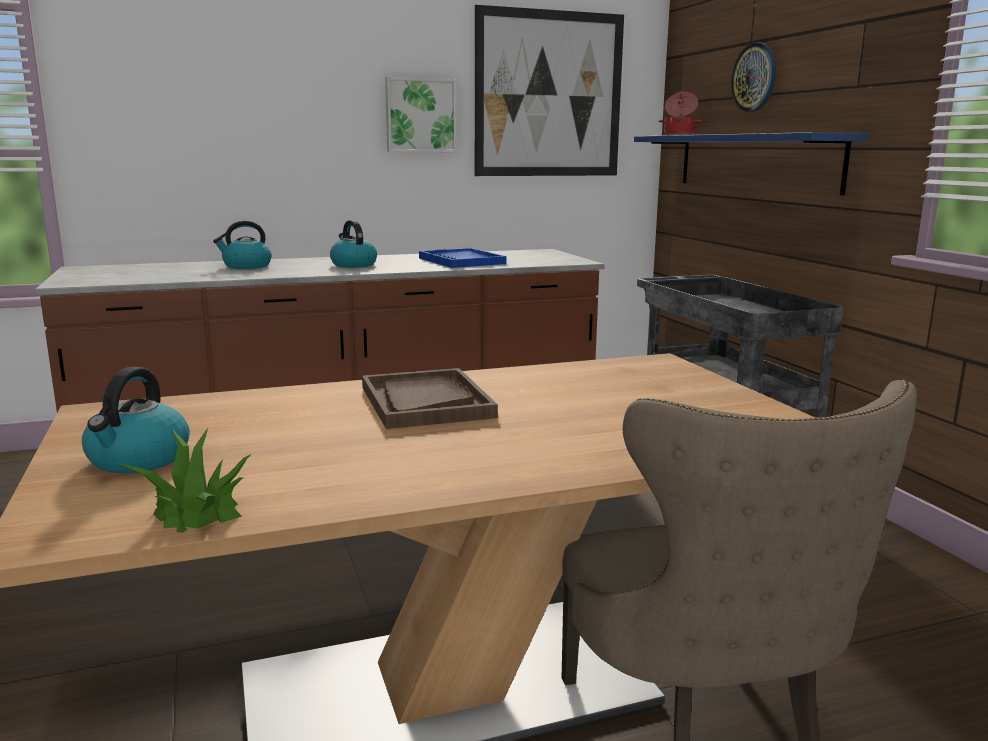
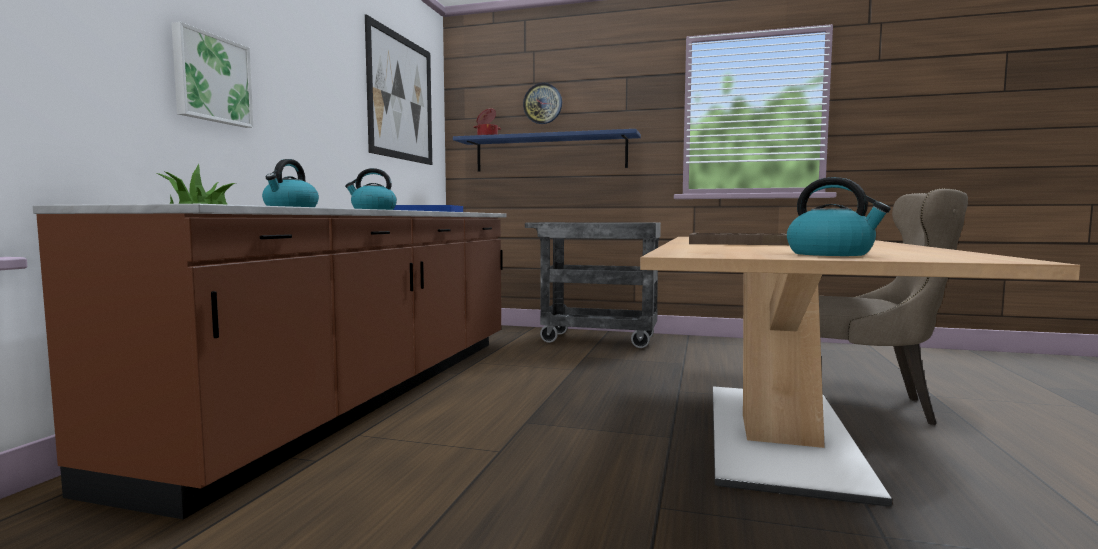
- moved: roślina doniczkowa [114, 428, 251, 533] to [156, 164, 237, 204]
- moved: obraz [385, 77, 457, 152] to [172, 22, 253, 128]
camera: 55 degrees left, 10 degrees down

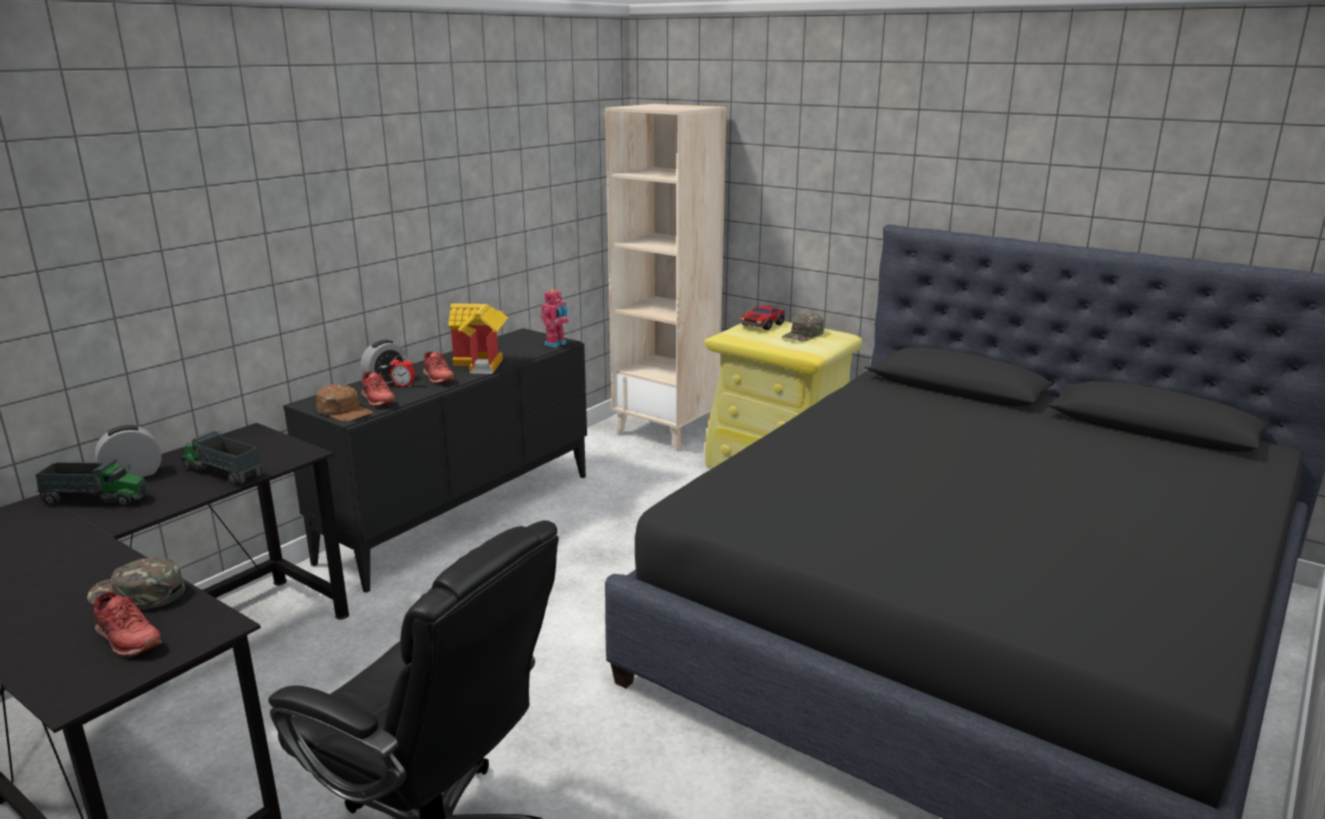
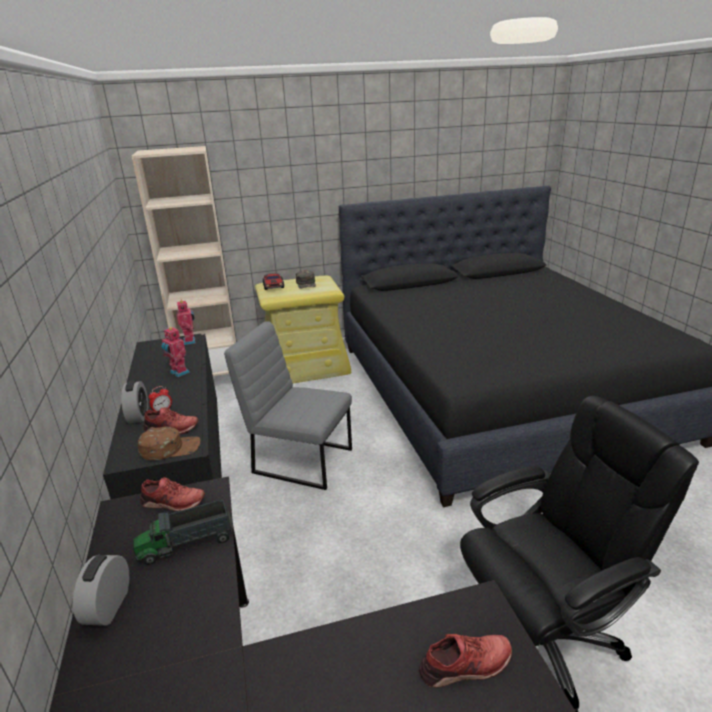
- removed: ciężarówka zabawkowa [36, 459, 149, 507]
- removed: czapka z daszkiem [zielony] [87, 557, 185, 610]
- added: krzesło [szary] [224, 321, 352, 490]
- moved: but [czerwony] [423, 352, 455, 385] to [140, 477, 205, 512]
- replaced: domek [448, 303, 508, 374] to robot zabawkowy [161, 327, 189, 377]
camera: 50 degrees left, 5 degrees up

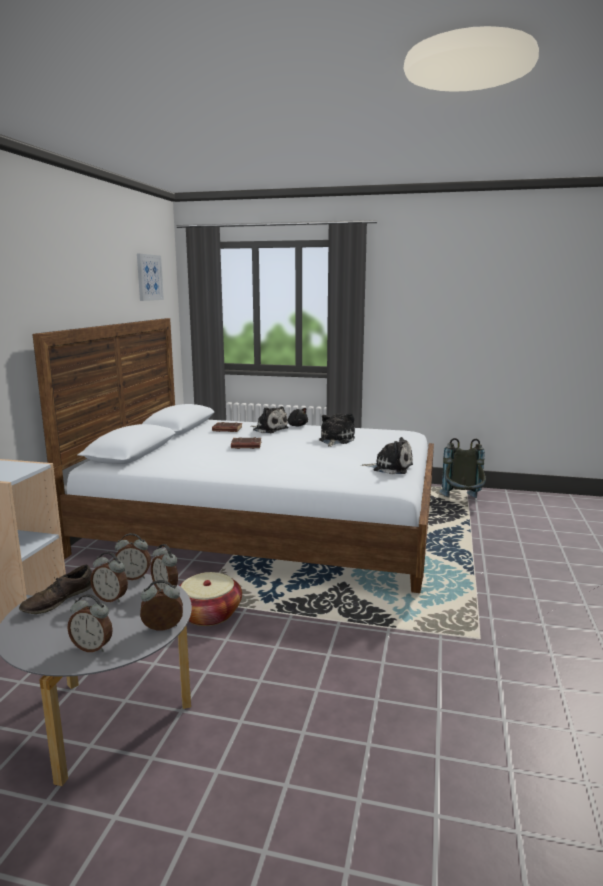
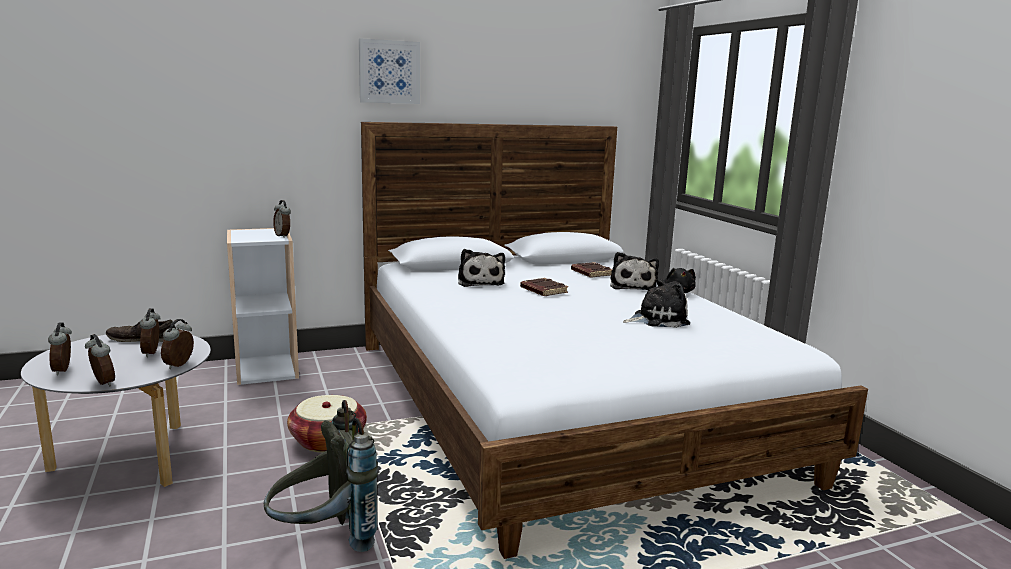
- moved: budzik [114, 533, 151, 580] to [273, 200, 291, 238]
- moved: obraz [137, 254, 164, 301] to [359, 38, 420, 104]
- moved: pluszak [361, 437, 413, 474] to [458, 249, 505, 287]
- moved: plecak [szary] [439, 438, 486, 498] to [264, 400, 378, 552]
camera: 55 degrees right, 0 degrees up

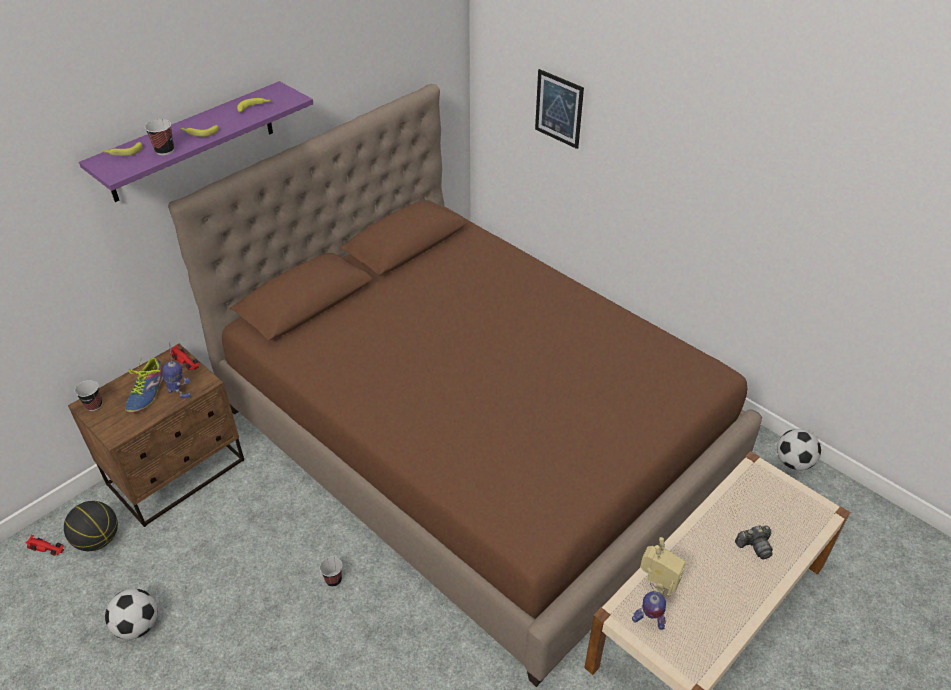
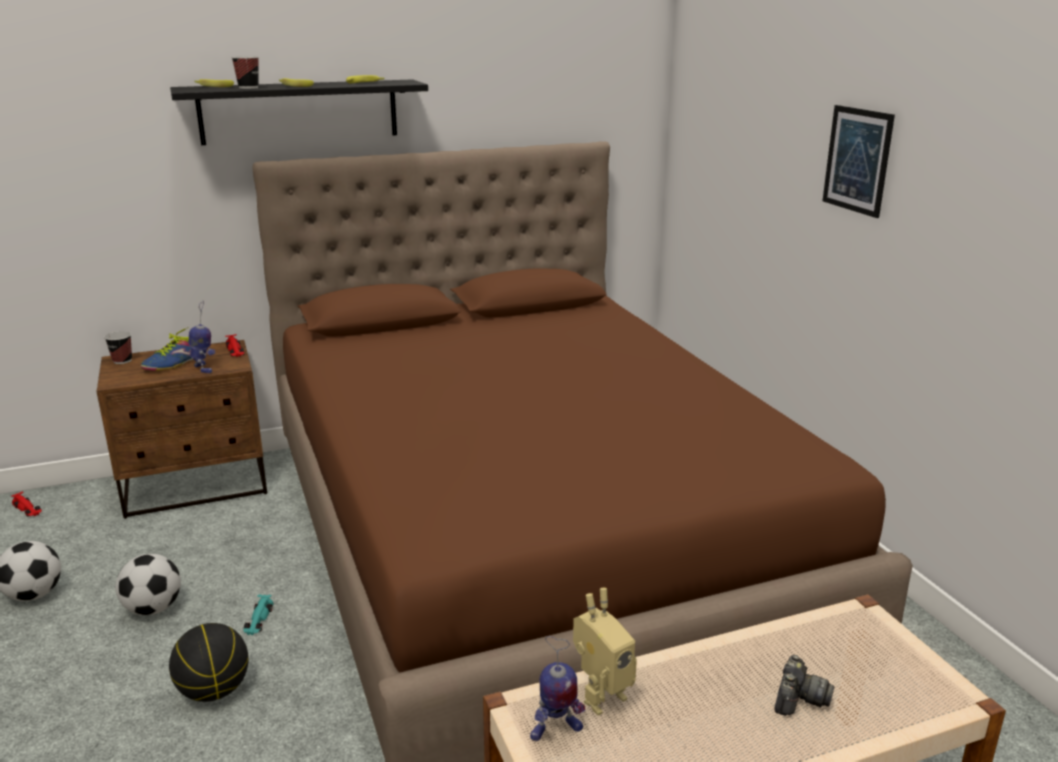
- moved: piłka do koszykówki [64, 501, 118, 551] to [169, 623, 249, 702]
- moved: obraz [535, 69, 584, 149] to [823, 105, 895, 218]
- moved: piłka futbolowa [777, 429, 821, 470] to [115, 554, 181, 615]
- replaced: filiżanka [320, 557, 342, 587] to samochodzik [turkusowy] [243, 594, 274, 635]
- recoloured: półka [fioletowy] [79, 81, 313, 202] to półka [czarny] [170, 79, 428, 145]
- turned: robot zabawkowy [632, 583, 666, 630] = [530, 636, 585, 741] 60 degrees counterclockwise
- turned: aparat fotograficzny [735, 525, 773, 559] = [775, 655, 834, 716] 75 degrees counterclockwise
camera: 25 degrees right, 20 degrees down

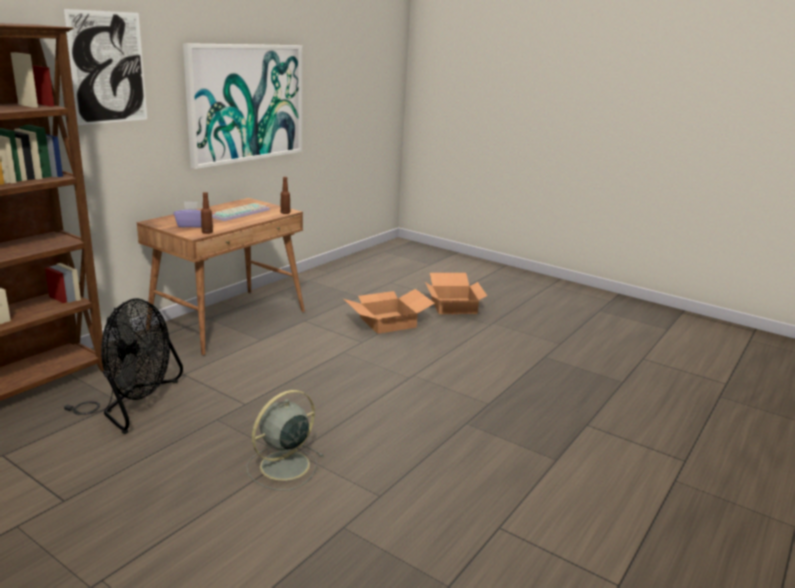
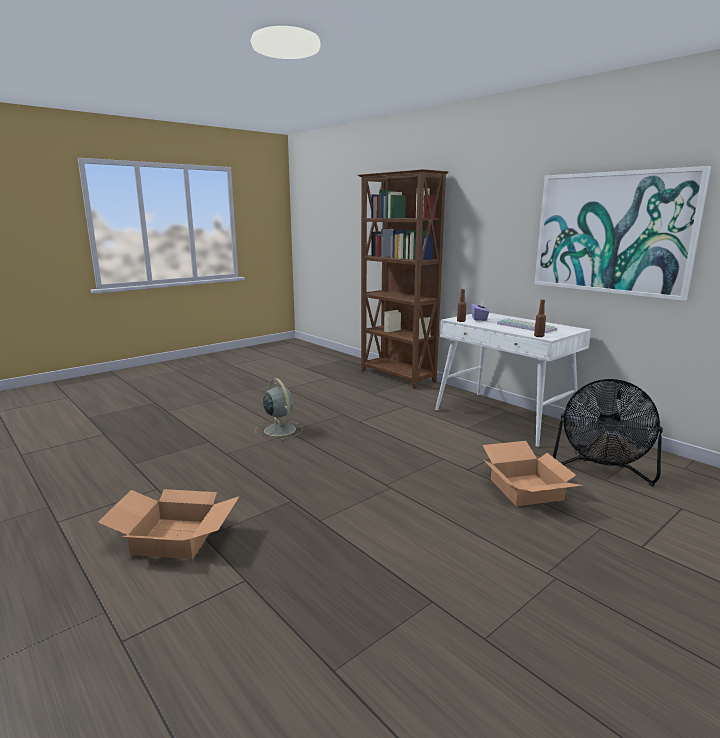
- removed: obraz [64, 9, 147, 125]
- moved: wentylator [czarny] [64, 298, 183, 434] to [553, 379, 663, 487]
- moved: karton [425, 273, 487, 314] to [98, 489, 240, 559]
- recoloured: biurko [brązowy] [137, 198, 305, 356] to biurko [biały] [435, 313, 591, 447]
camera: 105 degrees right, 5 degrees down

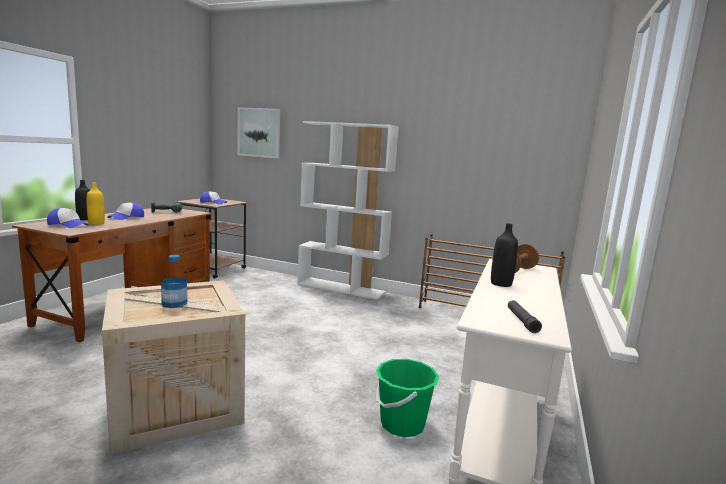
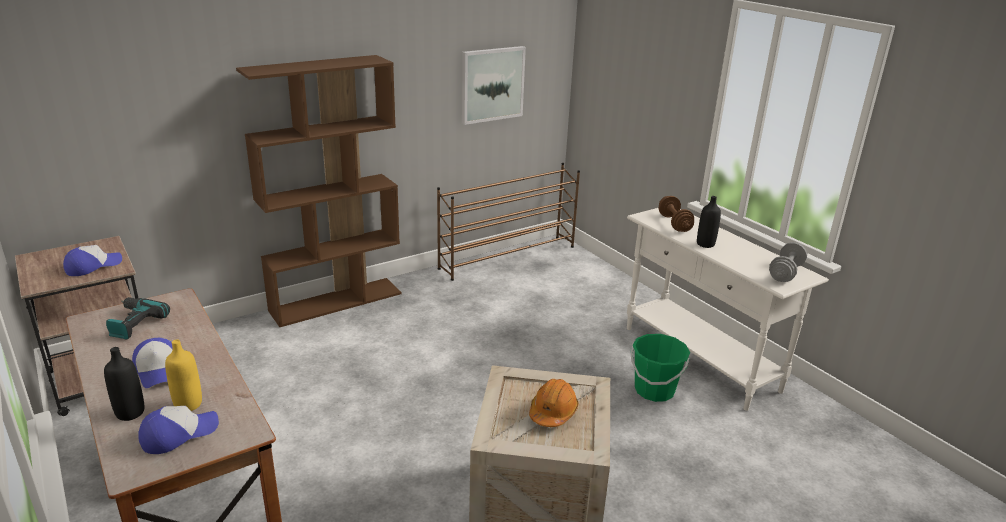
- moved: obraz [238, 107, 280, 158] to [462, 46, 526, 125]
- replaced: butelka [161, 255, 187, 308] to kask [pomarańczowy] [529, 379, 578, 427]
- replaced: latarka [czarny] [508, 300, 542, 333] to hantel [szary] [769, 242, 807, 282]
- recoloured: regał [biały] [297, 121, 399, 300] to regał [brązowy] [236, 55, 401, 327]
camera: 55 degrees left, 15 degrees up

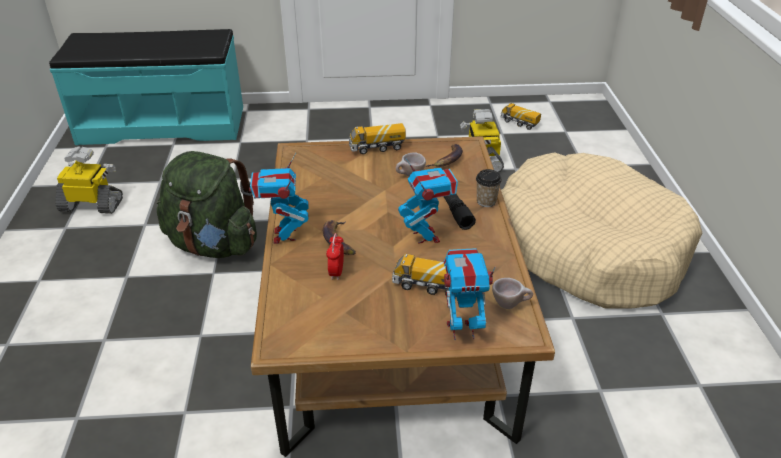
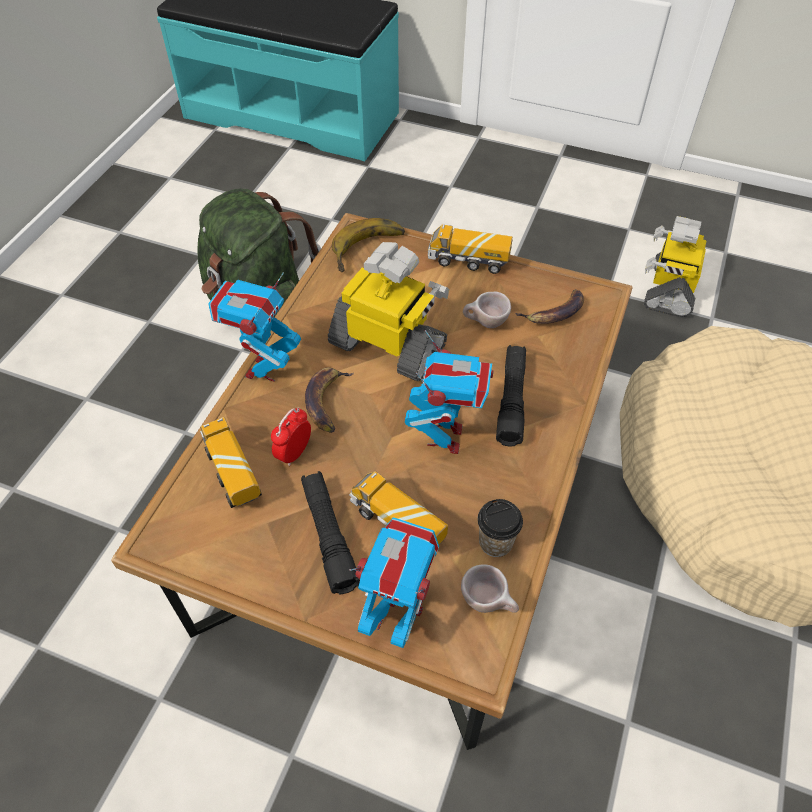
- added: latarka [czarny] [301, 471, 360, 594]
- added: banan [332, 218, 405, 272]
- moved: robot zabawkowy [56, 146, 123, 214] to [328, 242, 449, 381]
- moved: filiżanka [476, 169, 502, 207] to [477, 499, 523, 557]
- moved: ciężarówka zabawkowa [500, 103, 541, 130] to [200, 417, 262, 508]
camera: 25 degrees right, 15 degrees up

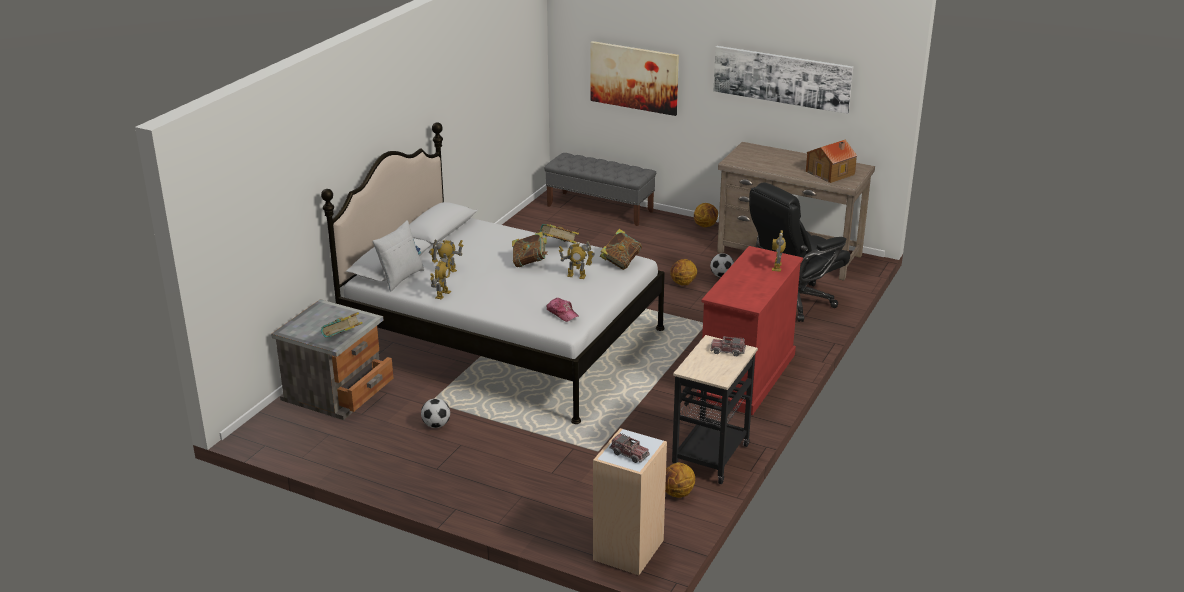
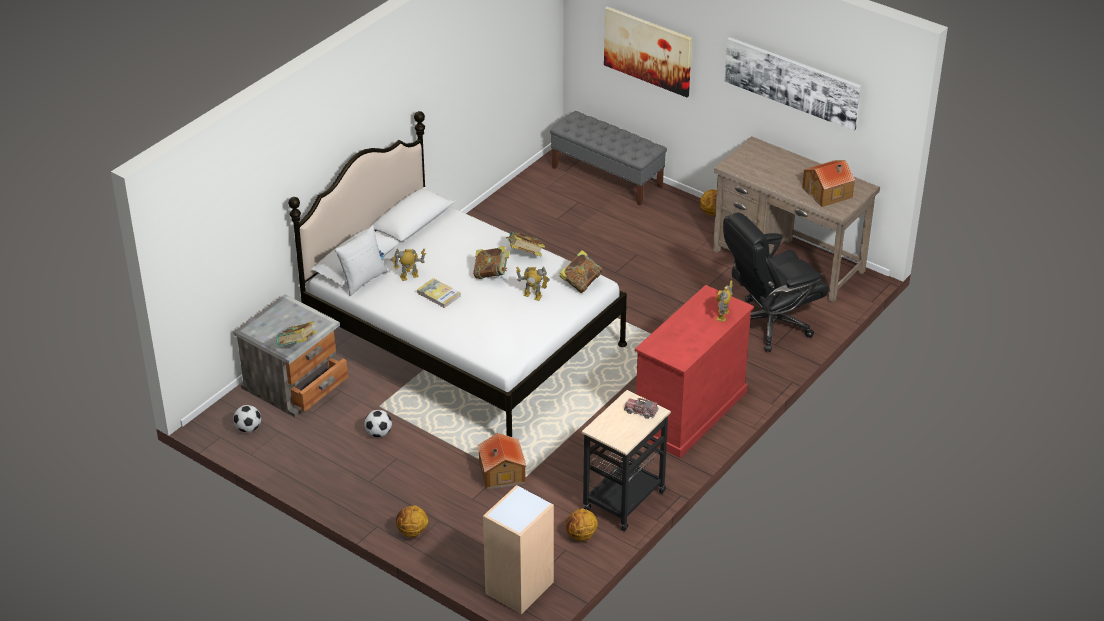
- removed: robot zabawkowy [430, 253, 451, 299]
- removed: czapka z daszkiem [547, 298, 580, 322]
- removed: ciężarówka zabawkowa [609, 433, 650, 463]
- added: książka [417, 278, 461, 308]
- added: domek [477, 433, 526, 490]
- moved: piłka do koszykówki [670, 259, 697, 285] to [396, 506, 428, 538]
- moved: piłka futbolowa [710, 253, 734, 277] to [233, 405, 261, 433]
camera: 10 degrees right, 10 degrees up

